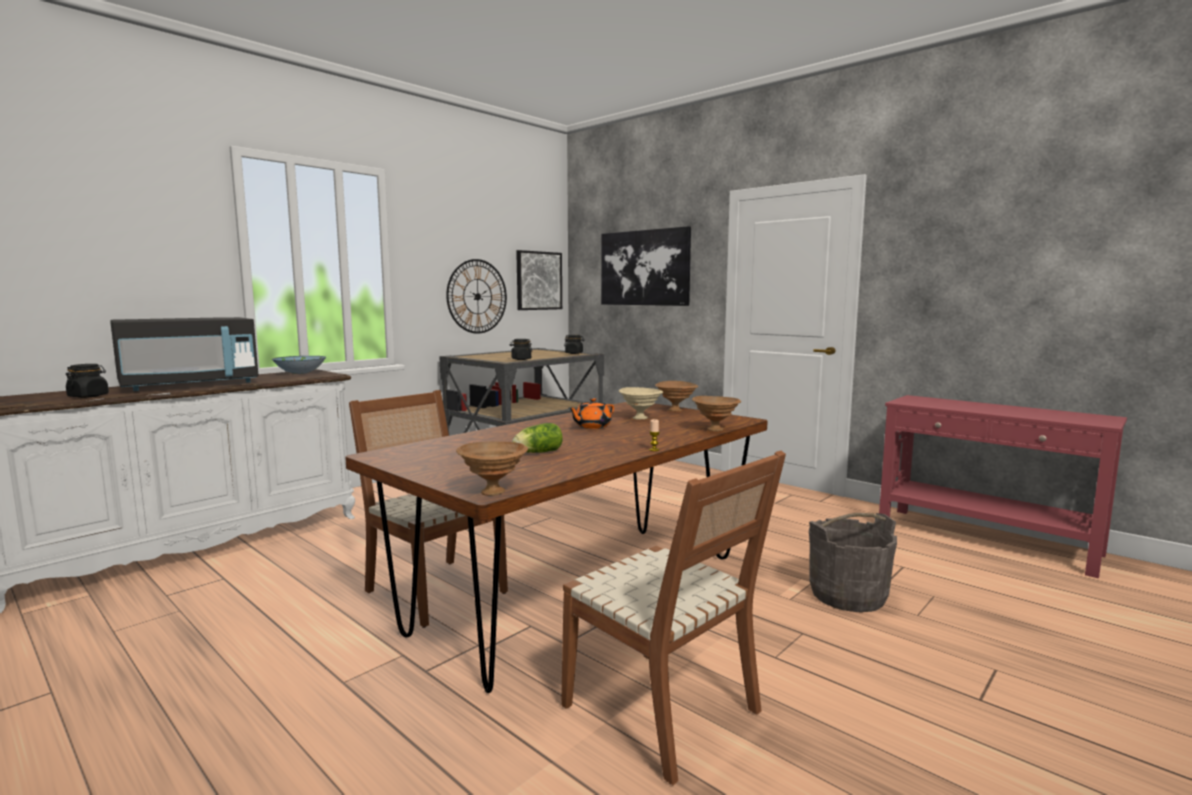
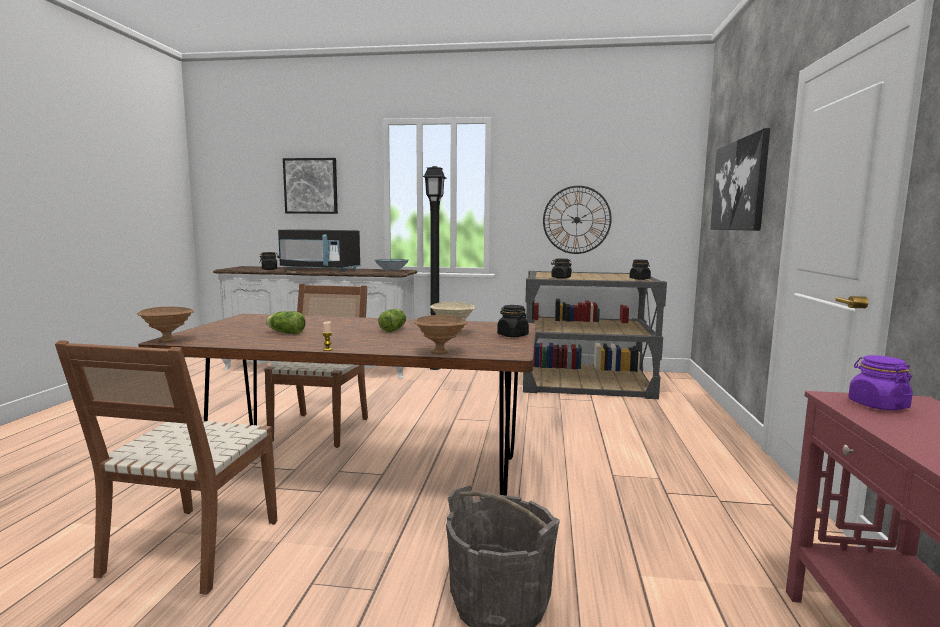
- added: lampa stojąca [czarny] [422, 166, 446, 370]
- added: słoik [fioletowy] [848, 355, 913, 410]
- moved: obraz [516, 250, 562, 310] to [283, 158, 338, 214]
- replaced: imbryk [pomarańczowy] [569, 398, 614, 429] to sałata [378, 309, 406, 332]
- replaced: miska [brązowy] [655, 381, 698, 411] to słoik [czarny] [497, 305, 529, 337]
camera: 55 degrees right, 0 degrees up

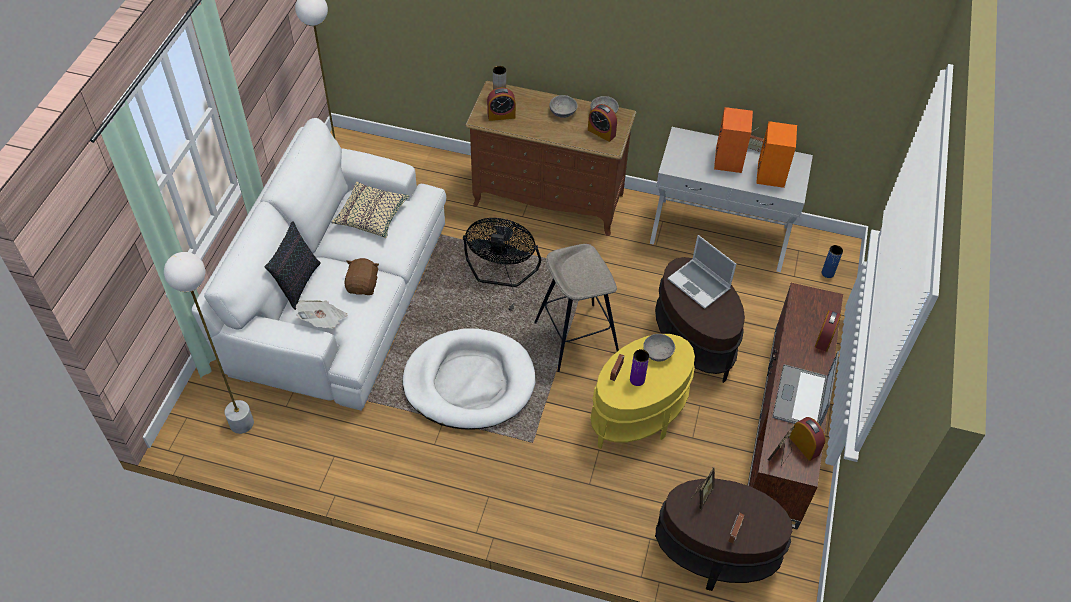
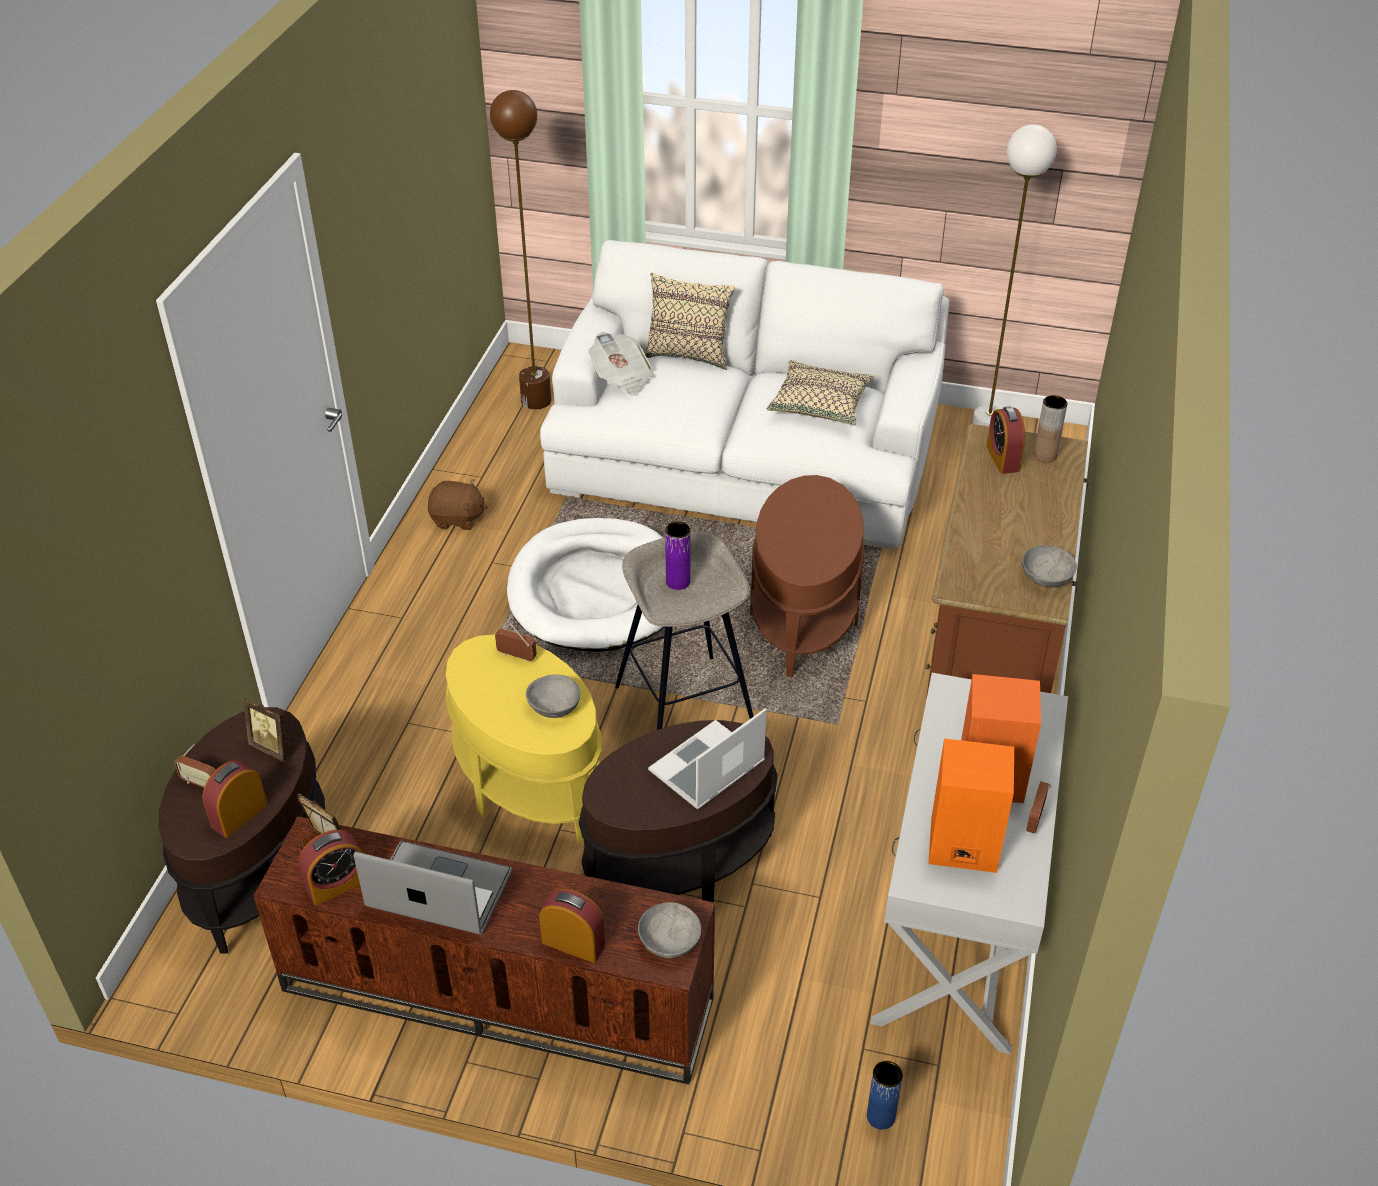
- moved: pluszak [brązowy] [344, 258, 379, 295] to [428, 479, 488, 530]
- moved: miska [szary] [549, 95, 578, 118] to [638, 902, 701, 958]
- moved: budzik [588, 104, 617, 142] to [203, 761, 268, 838]
- moved: wazon [fioletowy] [630, 349, 649, 386] to [665, 522, 691, 590]
- replaced: wentylator [czarny] [463, 218, 541, 311] to stolik [brązowy] [750, 475, 864, 678]
- recoloured: lampa stojąca [biały] [164, 252, 254, 434] to lampa stojąca [brązowy] [490, 90, 551, 409]
- recoloured: poduszka [czarny] [265, 221, 321, 310] to poduszka [beżowy] [645, 273, 735, 370]
camera: 90 degrees right, 10 degrees down

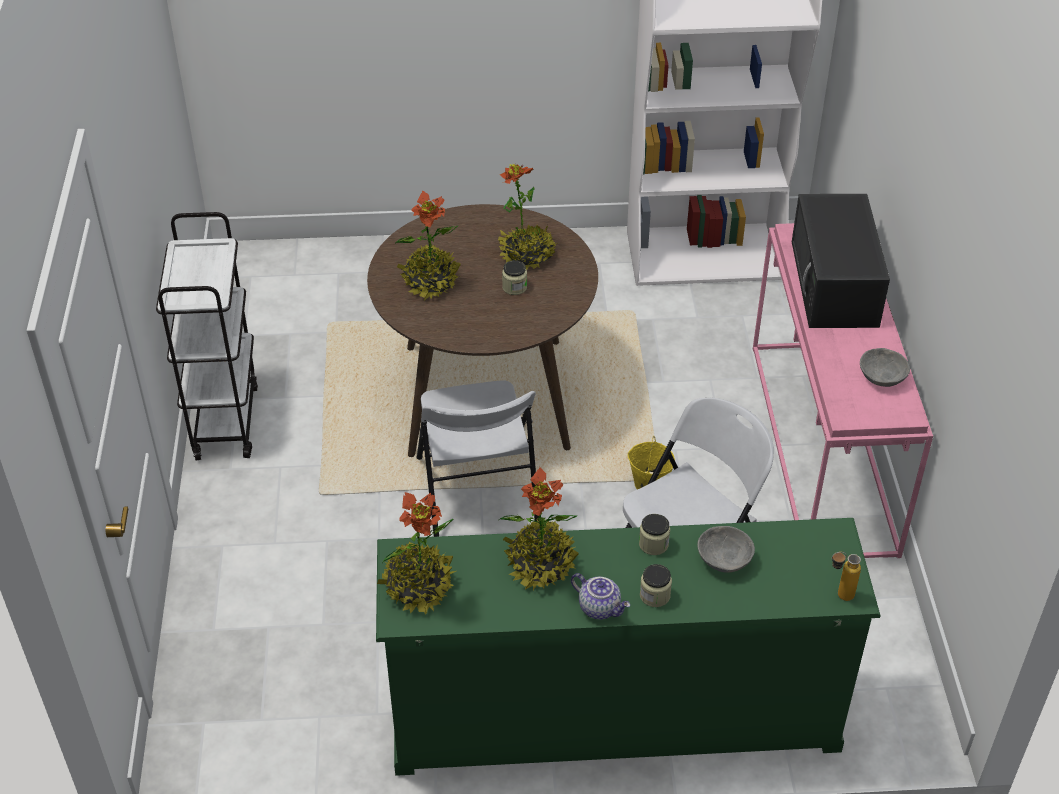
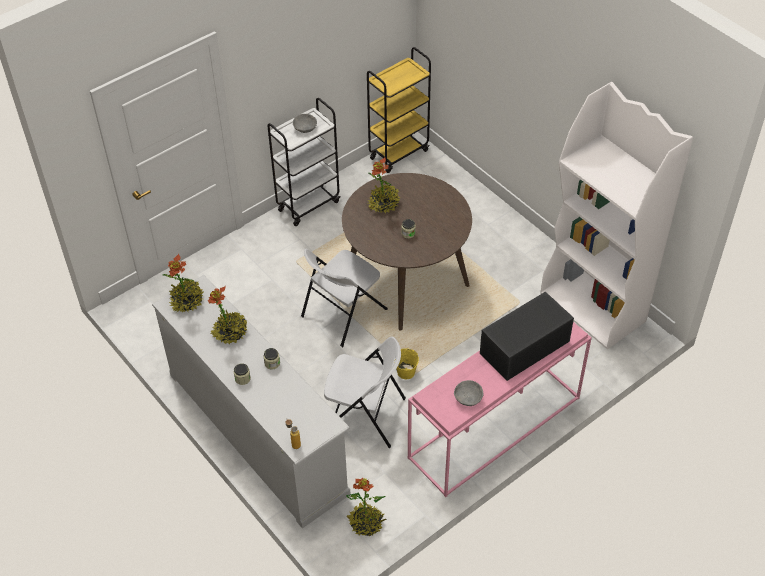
- removed: imbryk [571, 573, 630, 619]
- added: wózek [żółty] [367, 47, 431, 173]
- moved: roślina doniczkowa [498, 163, 557, 270] to [346, 478, 386, 536]
- moved: miska [szary] [697, 526, 755, 573] to [293, 114, 317, 133]
- recoloured: szafka [zielony] [376, 518, 880, 776] to szafka [biały] [152, 275, 351, 528]
camera: 55 degrees right, 5 degrees up

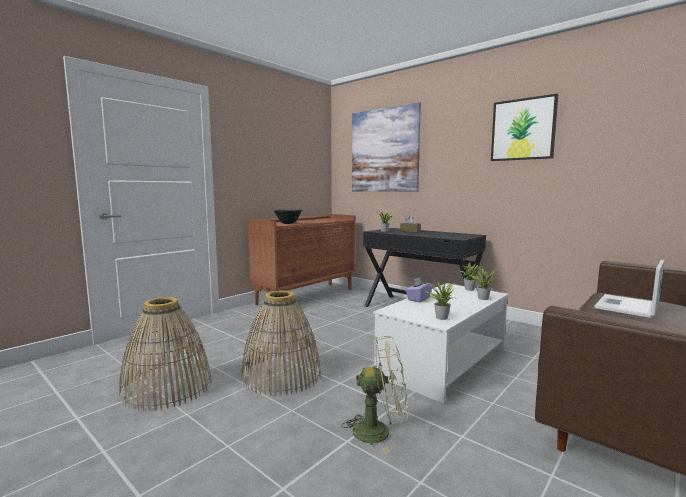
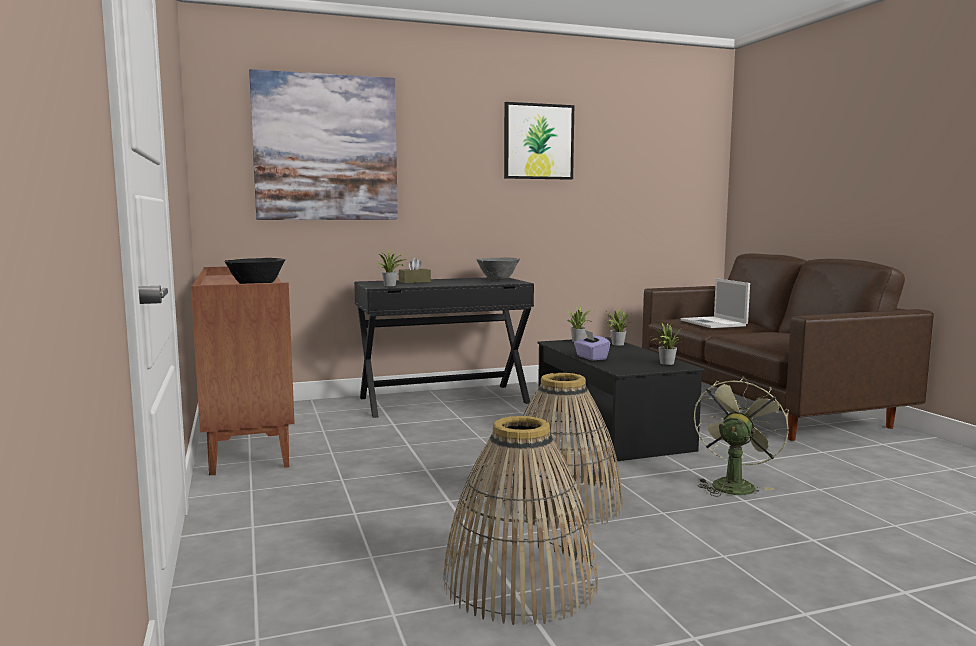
- added: miska [szary] [476, 257, 520, 280]
- recoloured: ława [biały] [373, 283, 509, 403] to ława [czarny] [538, 337, 705, 462]
camera: 60 degrees left, 0 degrees up

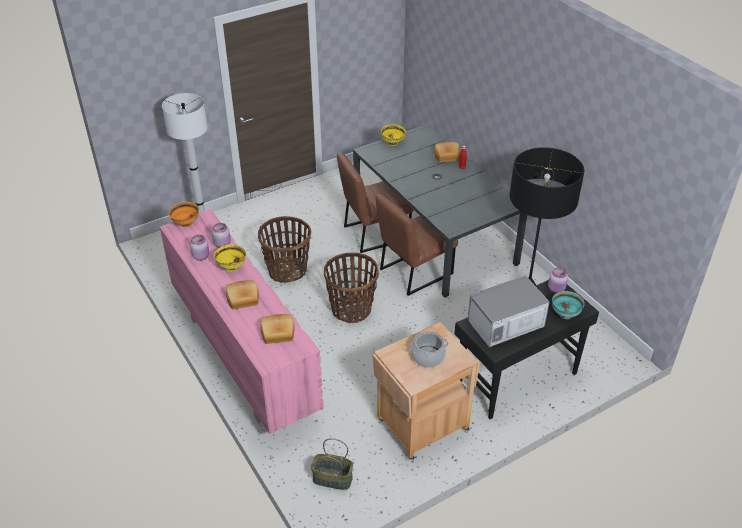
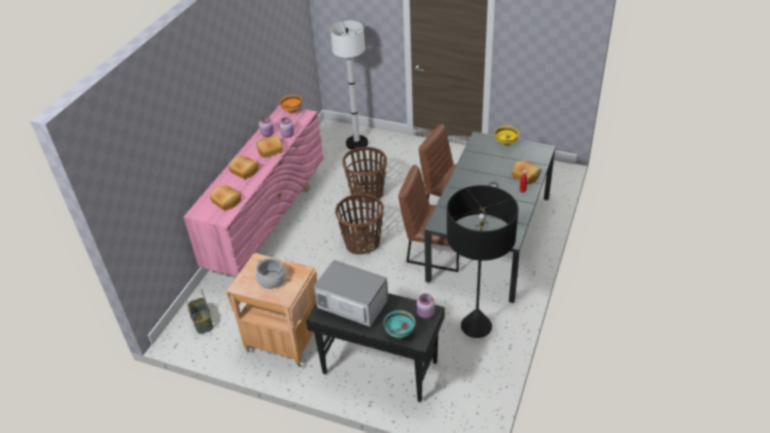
- replaced: miska [żółty] [214, 244, 246, 272] to chleb [257, 136, 283, 158]
camera: 55 degrees right, 0 degrees up

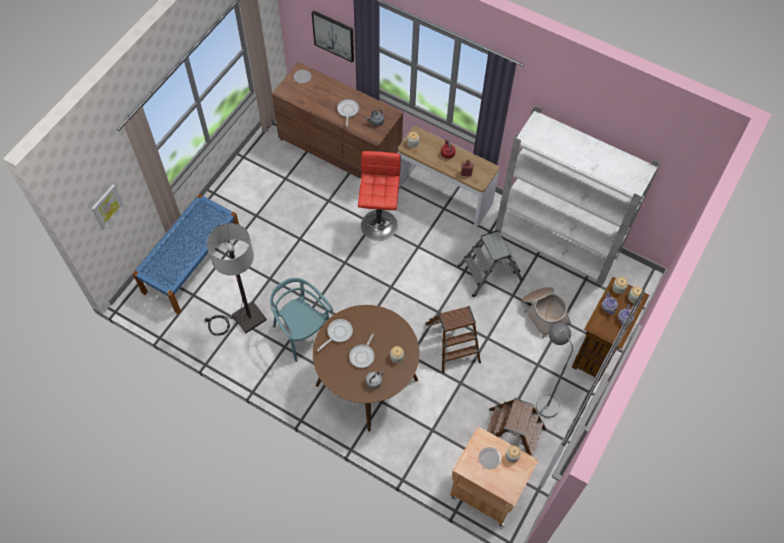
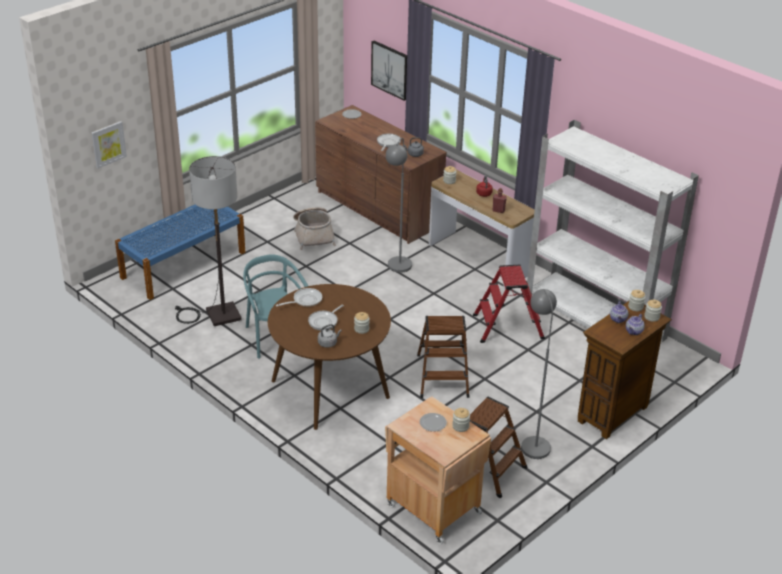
- moved: koszyk [522, 287, 571, 339] to [294, 208, 336, 250]
- replaced: stołek [czerwony] [358, 151, 401, 241] to lampa stojąca [szary] [386, 138, 412, 273]
- recoloured: drabinka [szary] [458, 230, 523, 297] to drabinka [czerwony] [473, 265, 545, 343]
camera: 15 degrees right, 25 degrees down

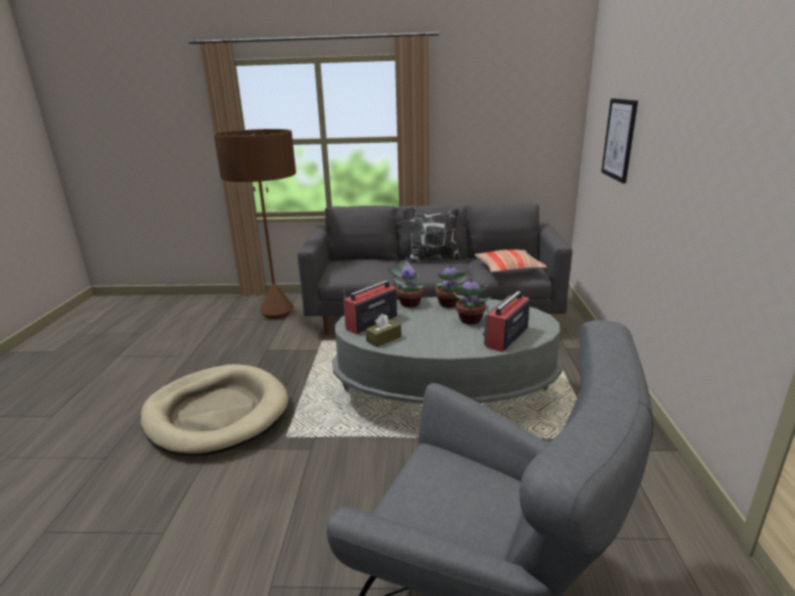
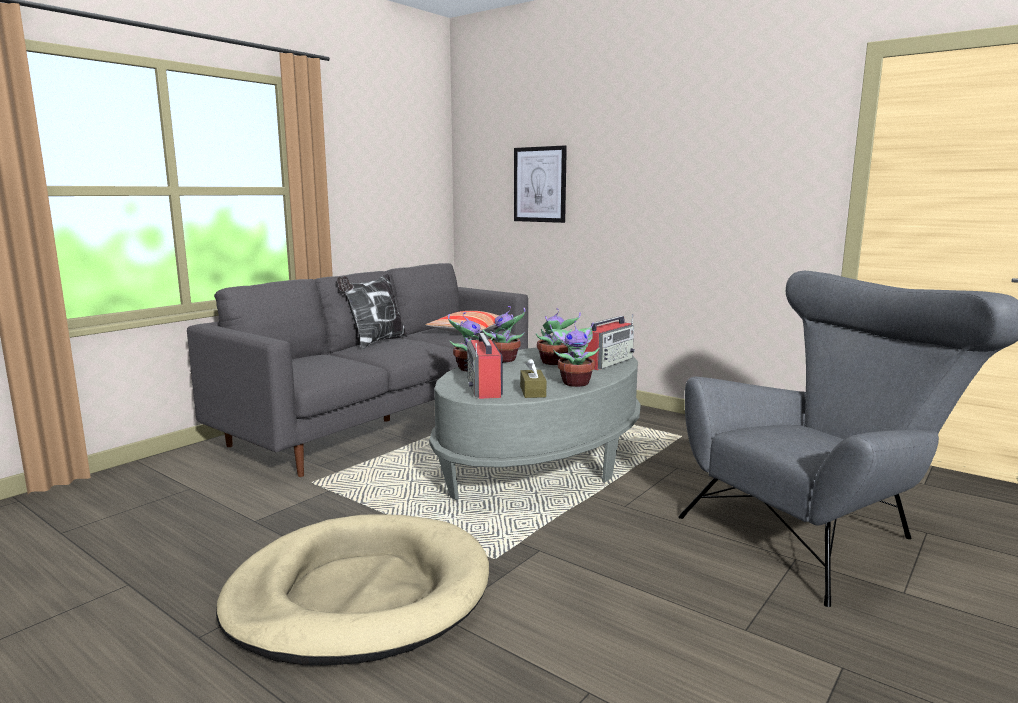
- removed: lampa stojąca [brązowy] [214, 129, 296, 318]
- added: roślina doniczkowa [549, 321, 600, 387]
- turned: radio [482, 291, 530, 352] = [585, 314, 635, 370] 120 degrees counterclockwise
camera: 55 degrees left, 10 degrees down

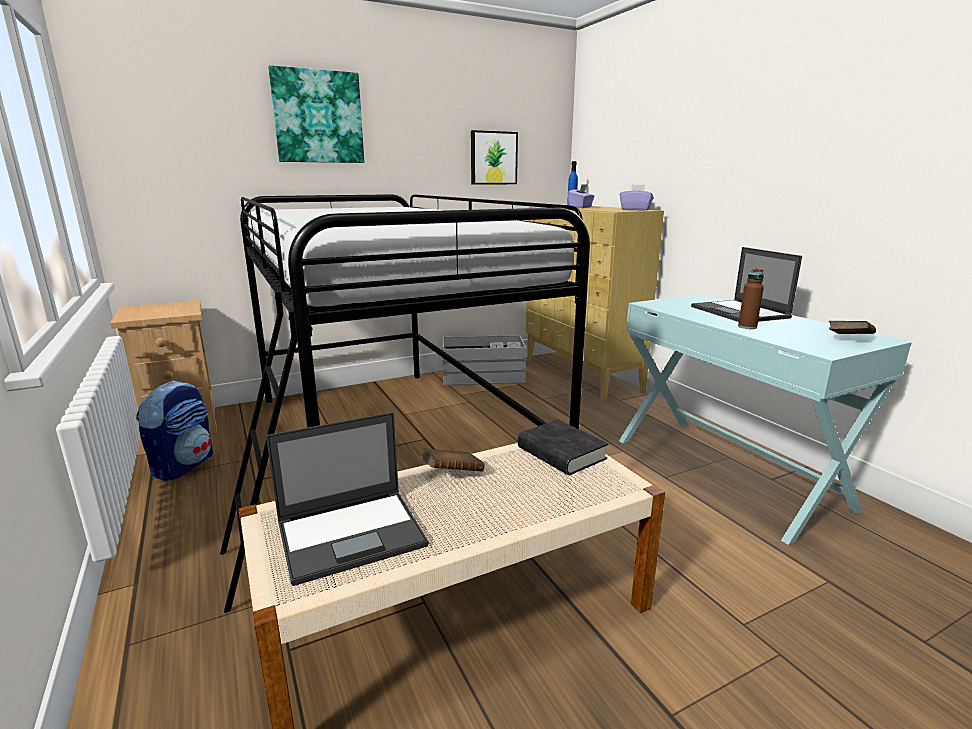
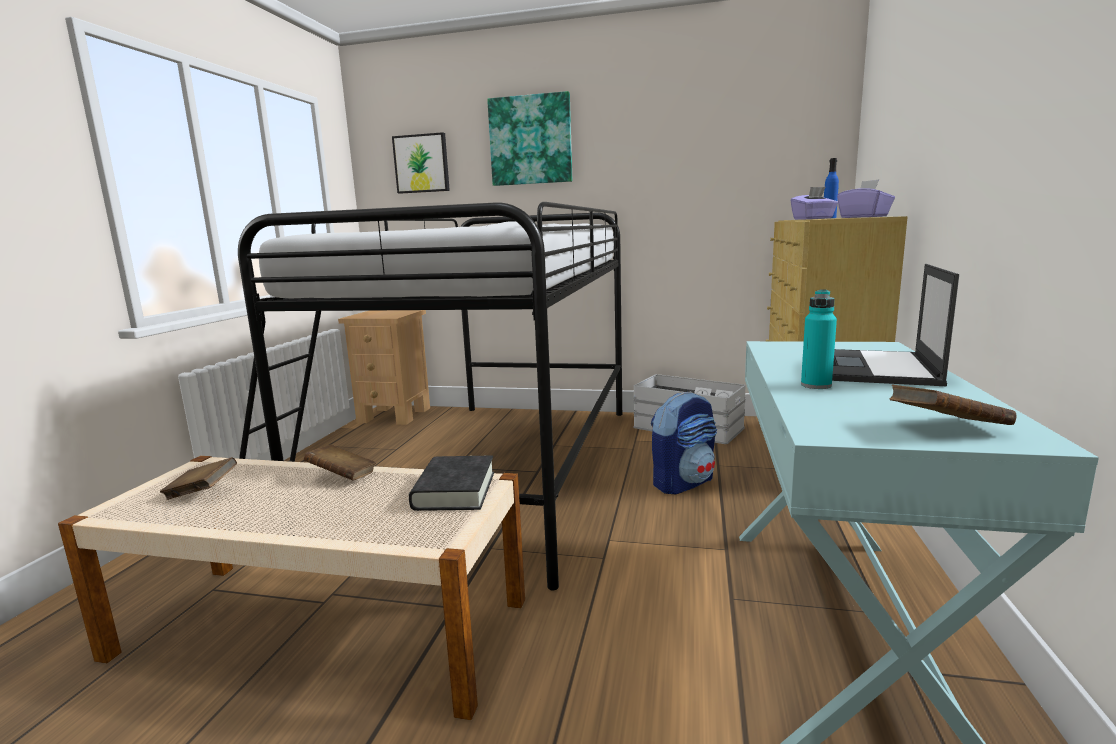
- moved: plecak [136, 381, 213, 481] to [651, 391, 717, 494]
- moved: obraz [471, 130, 518, 185] to [392, 132, 450, 194]
- replaced: laptop [266, 412, 429, 586] to książka [brązowy] [160, 457, 237, 500]
- recoloured: butelka [brązowy] [738, 268, 764, 329] to butelka [turkusowy] [801, 290, 837, 389]
camera: 40 degrees right, 5 degrees down

